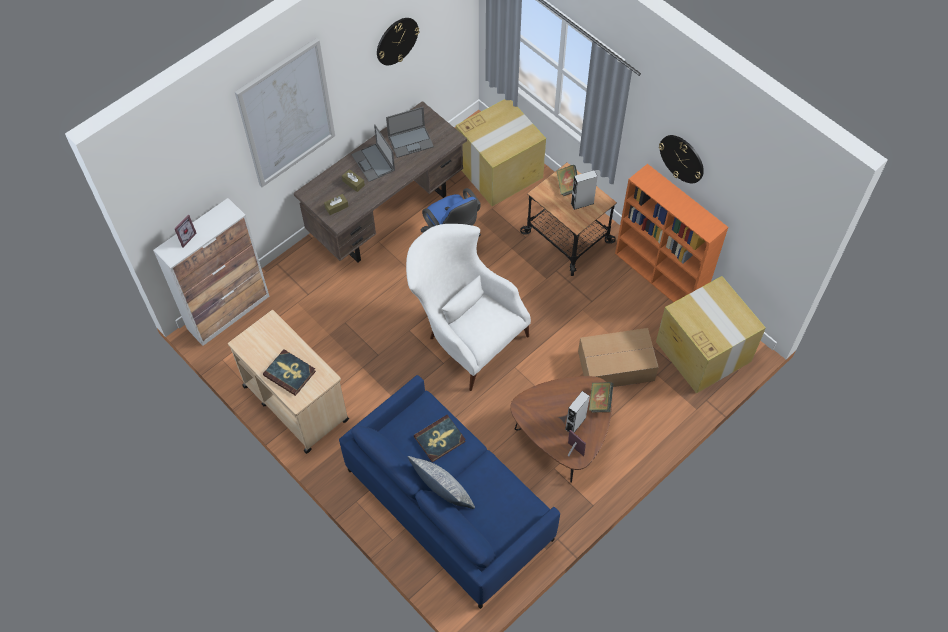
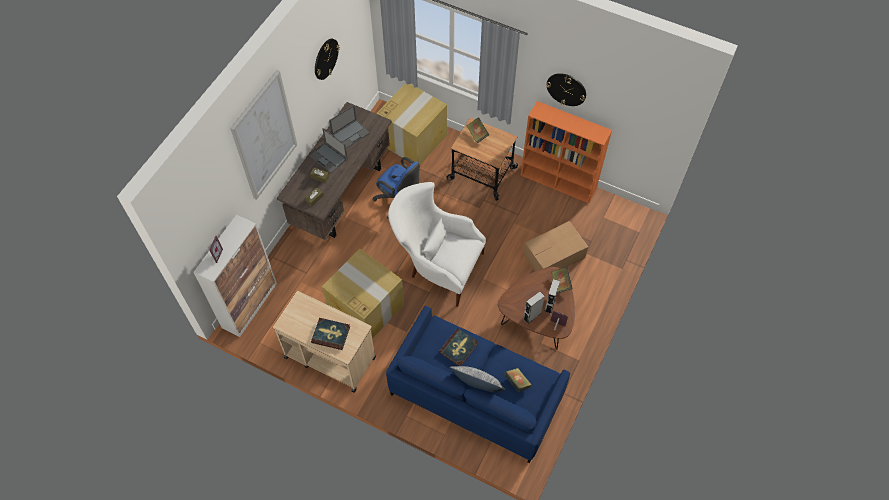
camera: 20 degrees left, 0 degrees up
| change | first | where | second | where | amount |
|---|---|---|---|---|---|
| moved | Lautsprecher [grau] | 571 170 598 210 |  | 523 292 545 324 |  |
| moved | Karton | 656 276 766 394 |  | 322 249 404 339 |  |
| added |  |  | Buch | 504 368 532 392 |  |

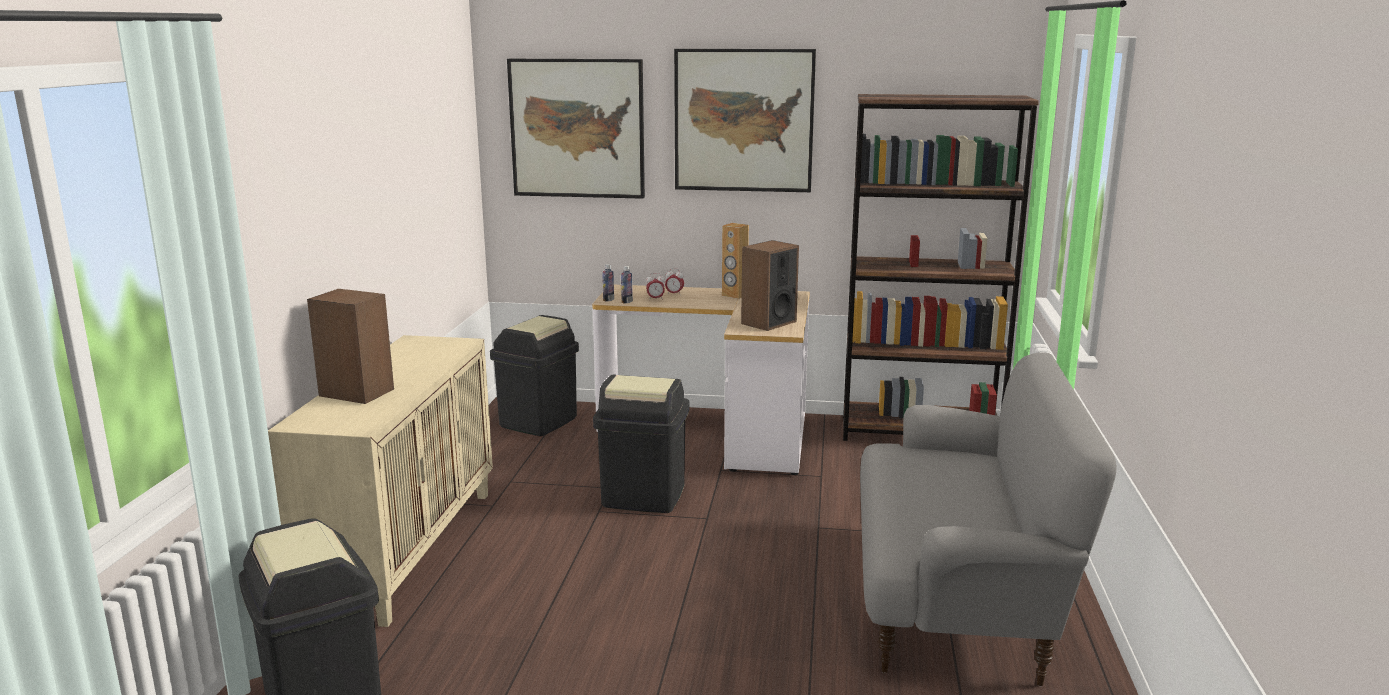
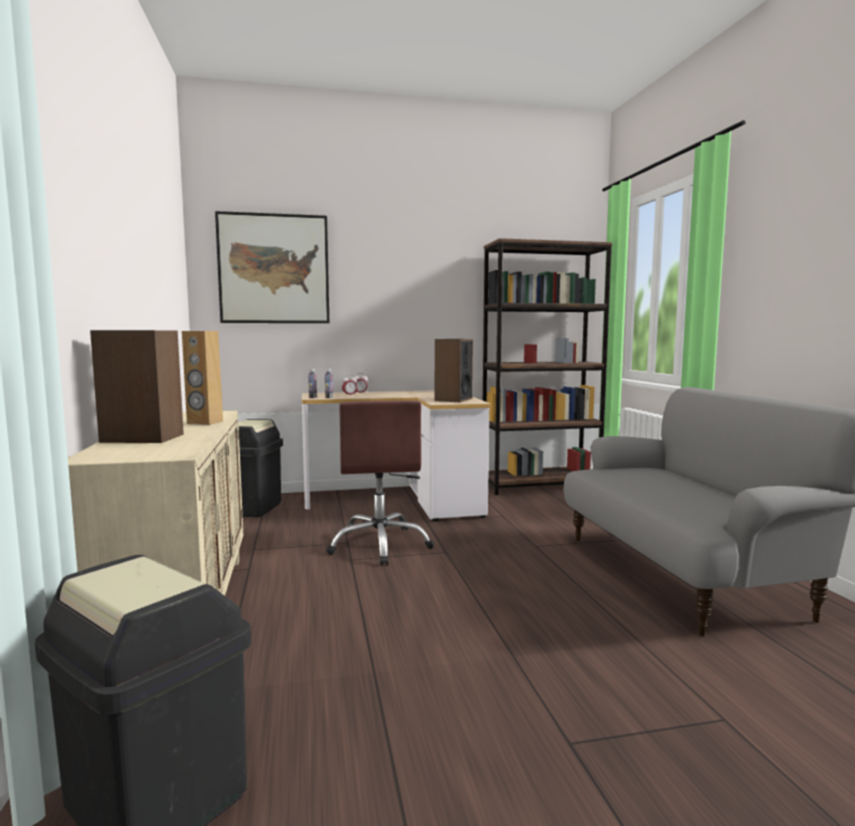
camera: 20 degrees left, 10 degrees down
| change | first | where | second | where | amount |
|---|---|---|---|---|---|
| replaced | Mülleimer [schwarz] | 593 375 690 513 | Bürostuhl [braun] | 326 401 435 565 |  |
| removed | Bild | 674 49 816 192 |  |  |  |
| moved | Lautsprecher [braun] | 722 223 749 299 |  | 182 331 223 425 |  |

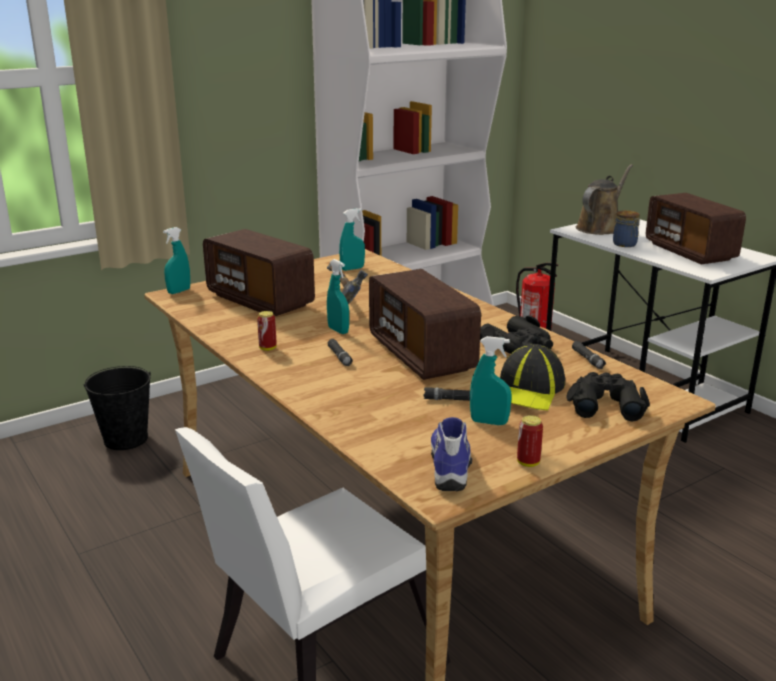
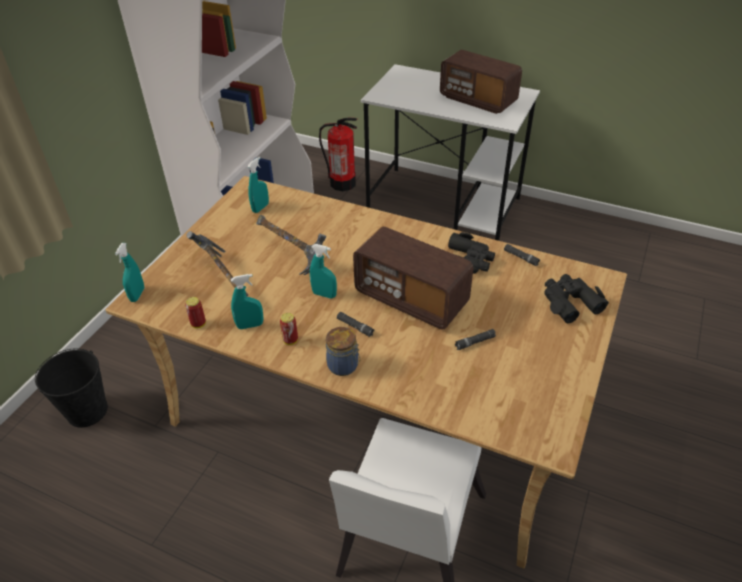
camera: 30 degrees left, 20 degrees up
| change | first | where | second | where | amount |
|---|---|---|---|---|---|
| replaced | Radio | 203 229 315 316 | Hammer | 187 231 249 297 |  |
| removed | Schuh | 431 417 472 491 |  |  |  |
| moved | Sprühflasche [türkis] | 470 336 512 425 |  | 231 274 263 329 |  |
| removed | Kappe | 500 344 565 411 |  |  |  |
| moved | Dose | 517 415 543 467 |  | 185 297 206 328 |  |
| removed | Gießkanne [braun] | 576 164 633 235 |  |  |  |
| moved | Vorratsglas | 613 210 640 247 |  | 326 327 360 376 |  |

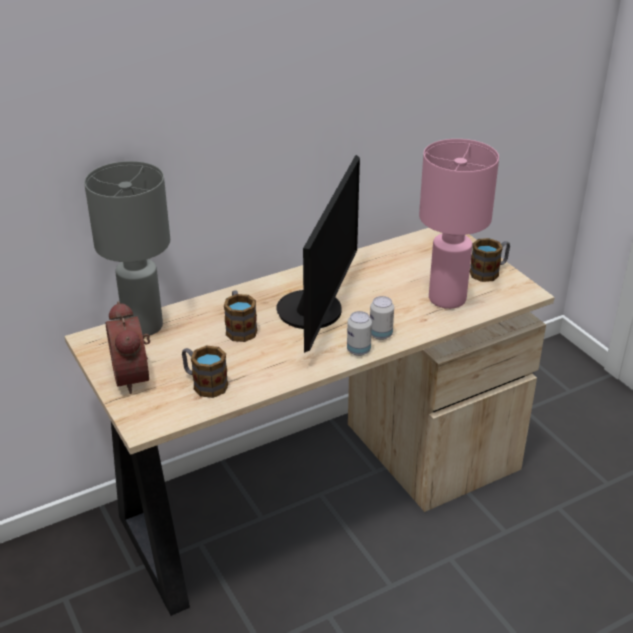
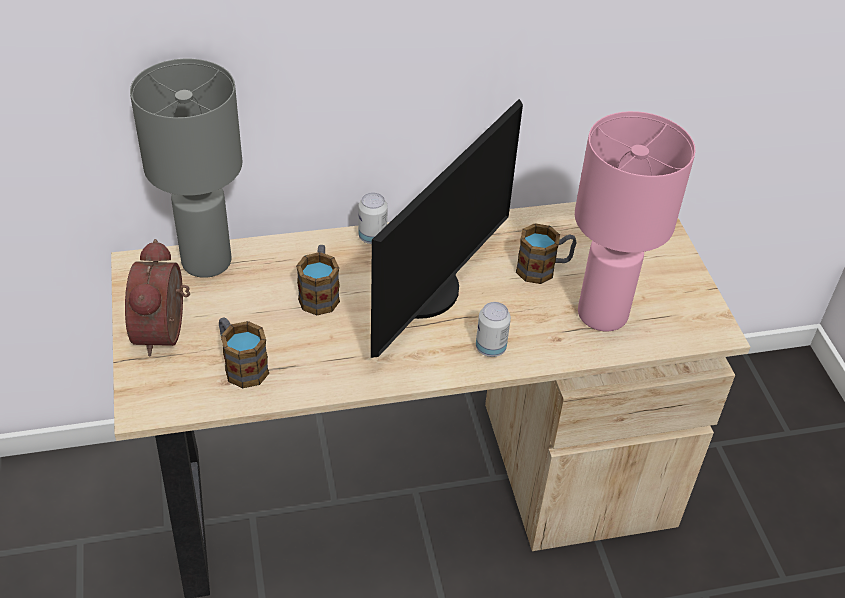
camera: 15 degrees right, 10 degrees up
| change | first | where | second | where | amount |
|---|---|---|---|---|---|
| moved | Dose | 347 311 372 356 |  | 359 193 388 244 |  |
| moved | Henkelbecher | 470 238 510 282 |  | 516 223 577 284 |  |

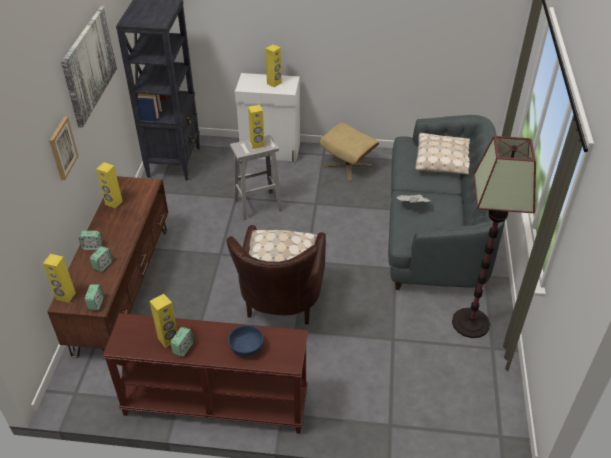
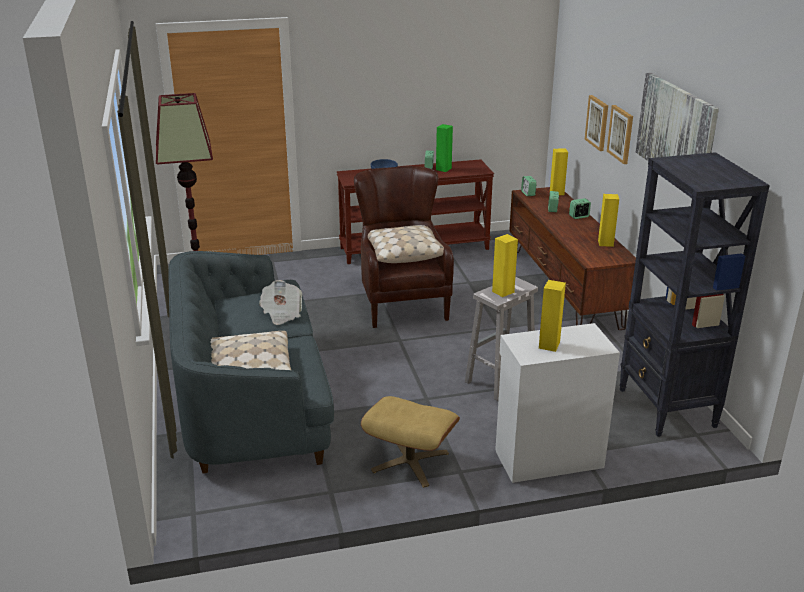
camera: 160 degrees right, 15 degrees down
| change | first | where | second | where | amount |
|---|---|---|---|---|---|
| recoloured | Lautsprecher [gelb] | 149 294 178 348 | Lautsprecher [grün] | 436 124 453 172 |  |
| added |  |  | Bild | 585 95 608 151 |  |

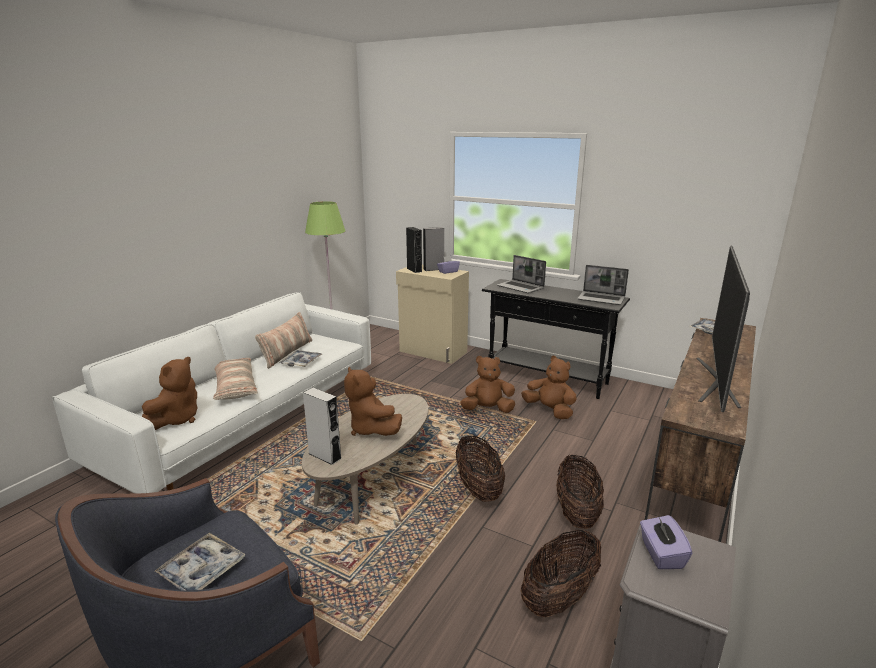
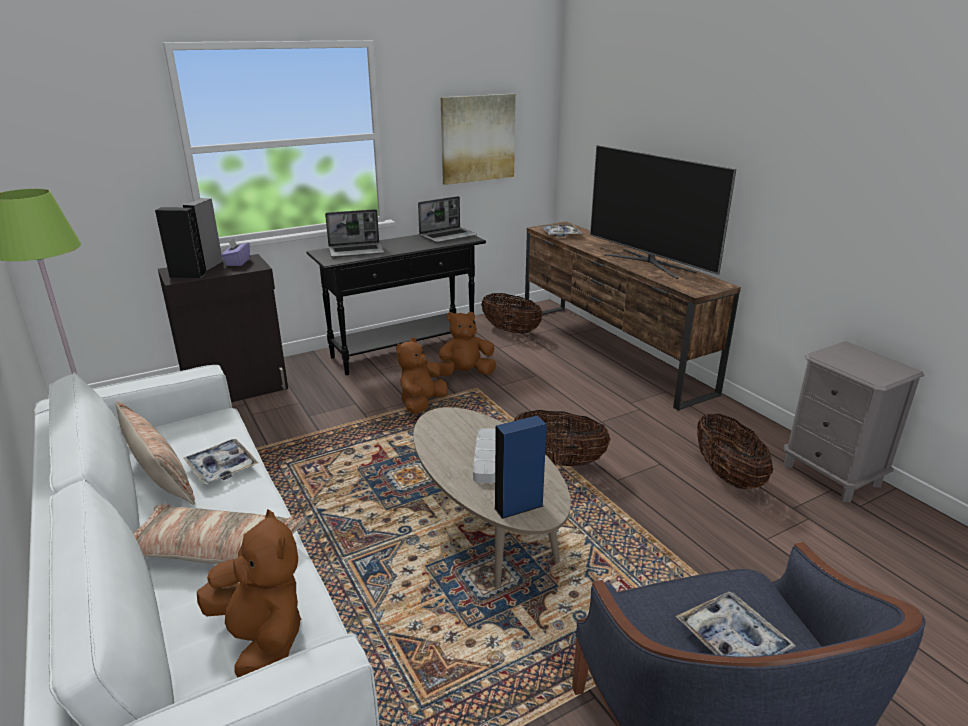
camera: 60 degrees left, 5 degrees up
| change | first | where | second | where | amount |
|---|---|---|---|---|---|
| recoloured | Lautsprecher [grau] | 303 388 342 465 | Lautsprecher [blau] | 494 415 547 519 |  |
| replaced | Plüschtier [braun] | 344 367 402 436 | Tablett [grau] | 473 428 496 483 |  |
| recoloured | Schrank [beige] | 396 265 469 364 | Schrank [schwarz] | 158 254 288 402 |  |
| moved | Korb | 556 454 604 529 |  | 481 293 543 334 |  |
| removed | Taschentuchbox [lila] | 640 515 692 569 |  |  |  |
| added |  |  | Bild | 441 94 516 185 |  |

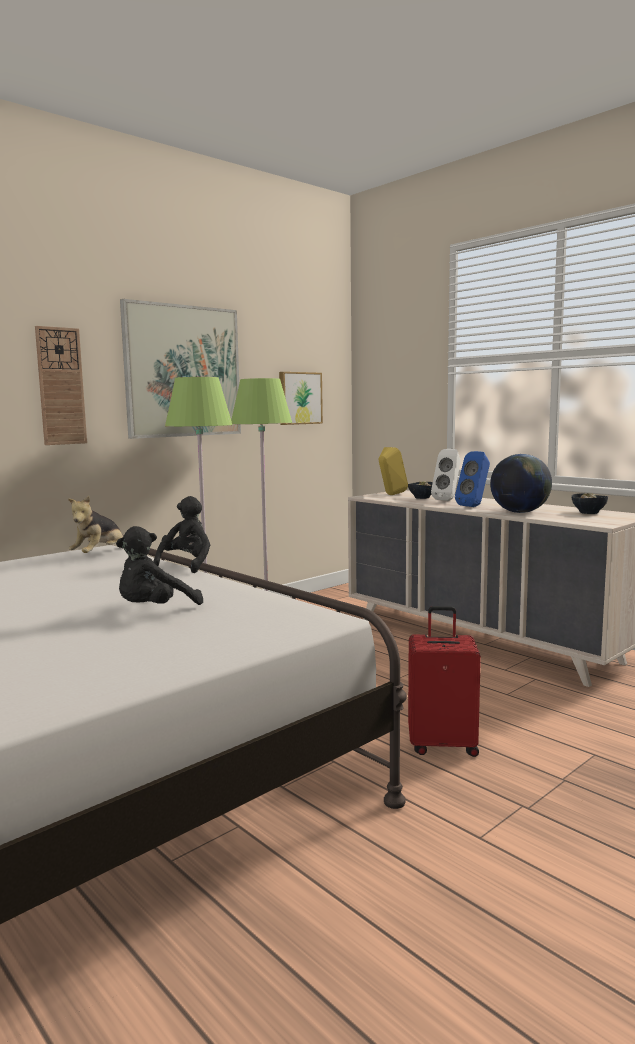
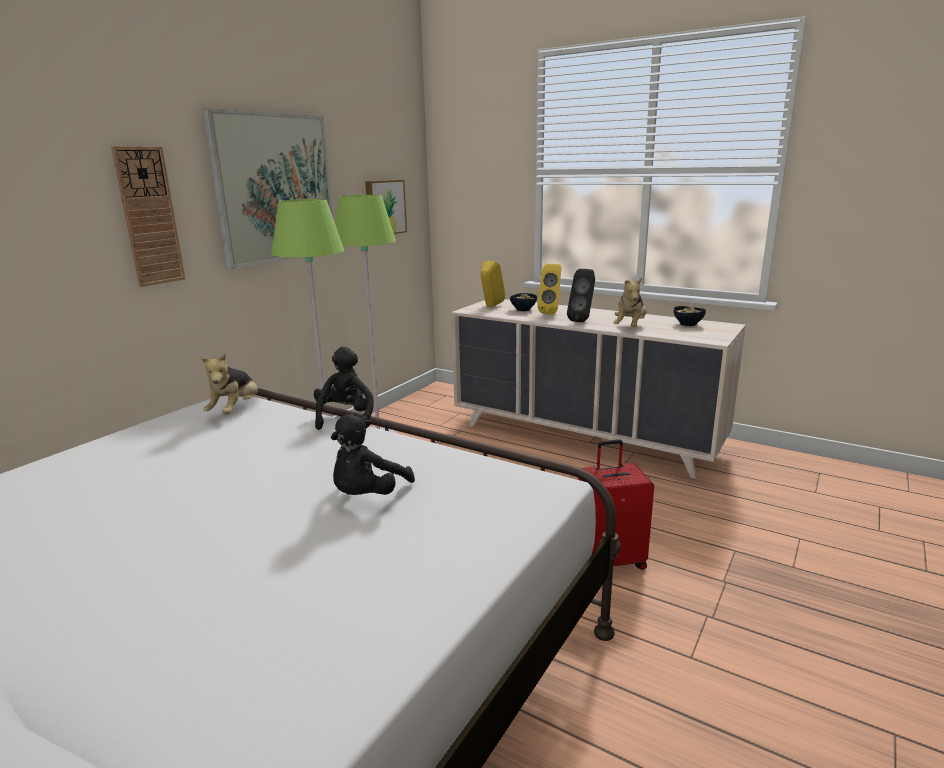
camera: 15 degrees left, 10 degrees up
| change | first | where | second | where | amount |
|---|---|---|---|---|---|
| recoloured | Lautsprecher [weiß] | 431 449 461 501 | Lautsprecher [gelb] | 537 264 561 314 |  |
| recoloured | Lautsprecher [blau] | 455 451 490 507 | Lautsprecher [schwarz] | 567 269 595 322 |  |
| replaced | Globus | 490 454 552 513 | Plüschtier | 614 278 647 327 |  |

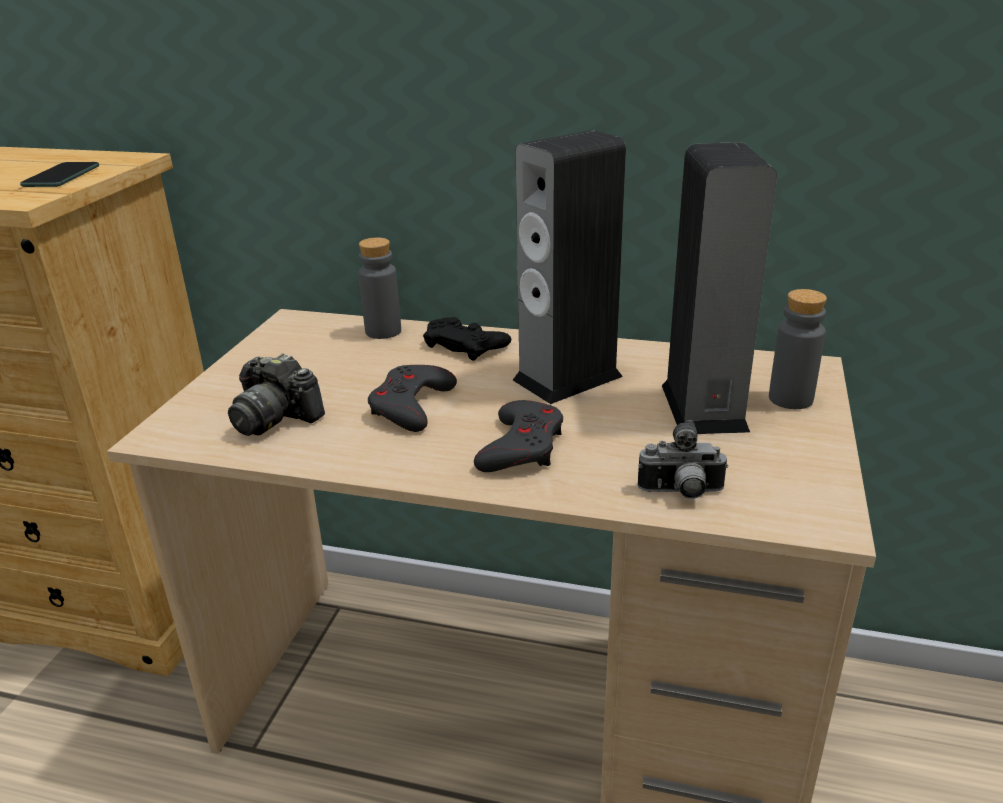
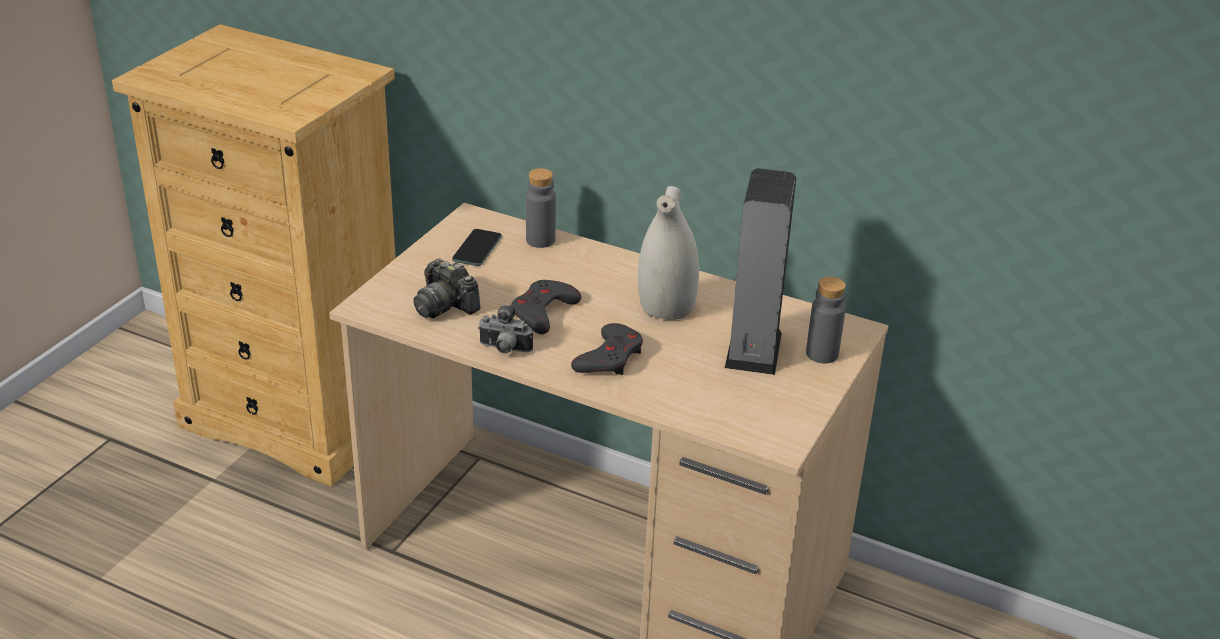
camera: 10 degrees right, 5 degrees up
| change | first | where | second | where | amount |
|---|---|---|---|---|---|
| moved | Handy | 20 162 99 187 |  | 452 229 502 266 |  |
| removed | Gamepad [schwarz] | 423 317 511 361 |  |  |  |
| replaced | Lautsprecher | 513 130 626 404 | Vase [weiß] | 638 186 699 320 |  |
| moved | Kamera | 638 420 728 499 |  | 478 304 533 354 |  |

